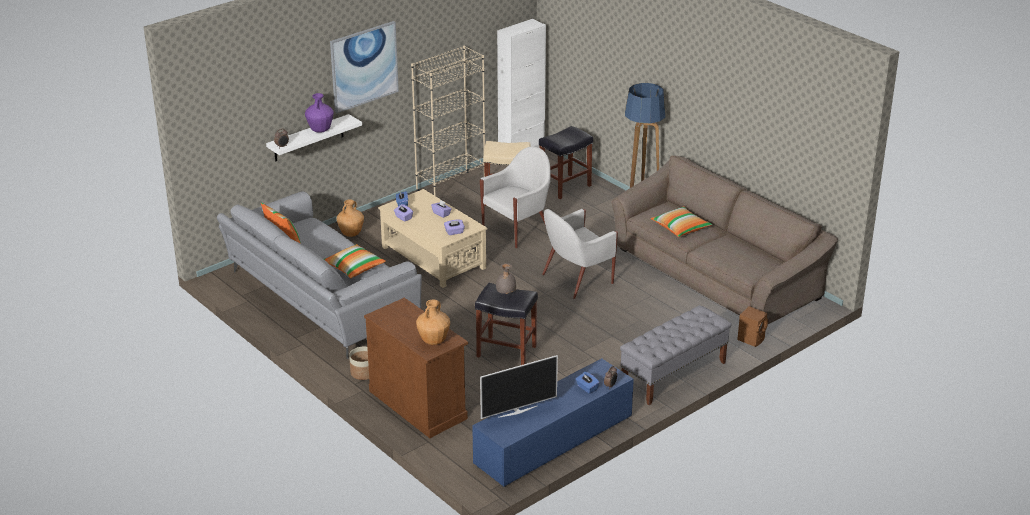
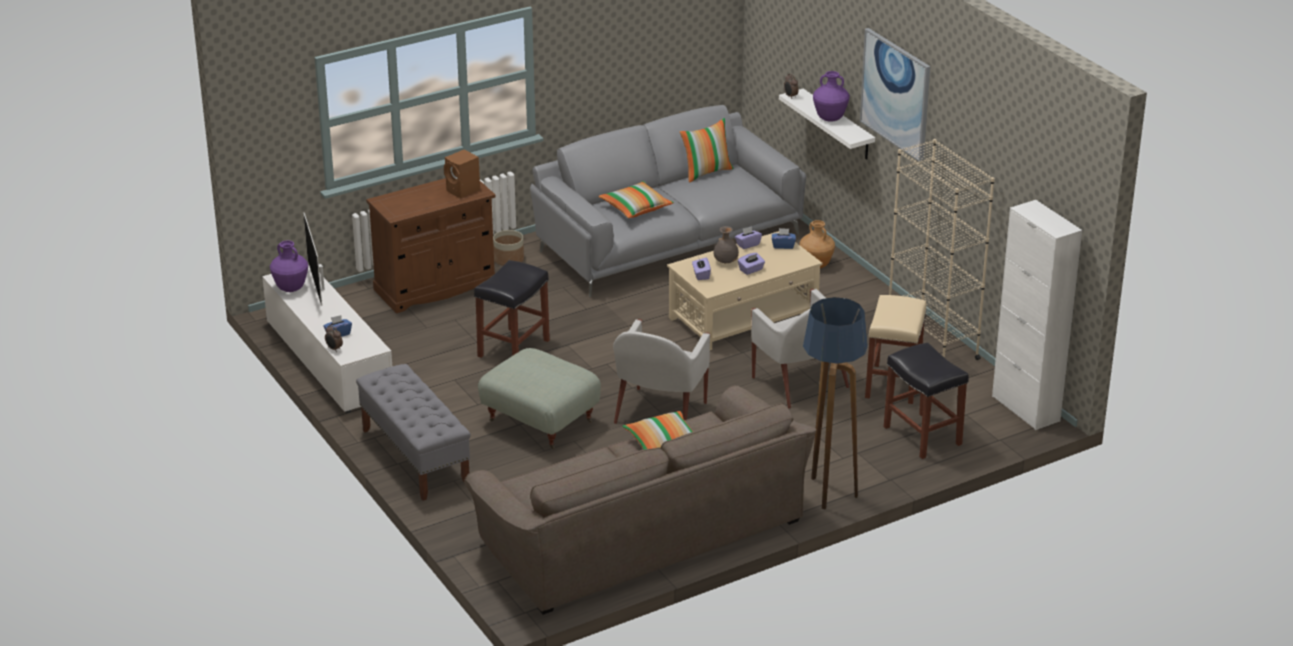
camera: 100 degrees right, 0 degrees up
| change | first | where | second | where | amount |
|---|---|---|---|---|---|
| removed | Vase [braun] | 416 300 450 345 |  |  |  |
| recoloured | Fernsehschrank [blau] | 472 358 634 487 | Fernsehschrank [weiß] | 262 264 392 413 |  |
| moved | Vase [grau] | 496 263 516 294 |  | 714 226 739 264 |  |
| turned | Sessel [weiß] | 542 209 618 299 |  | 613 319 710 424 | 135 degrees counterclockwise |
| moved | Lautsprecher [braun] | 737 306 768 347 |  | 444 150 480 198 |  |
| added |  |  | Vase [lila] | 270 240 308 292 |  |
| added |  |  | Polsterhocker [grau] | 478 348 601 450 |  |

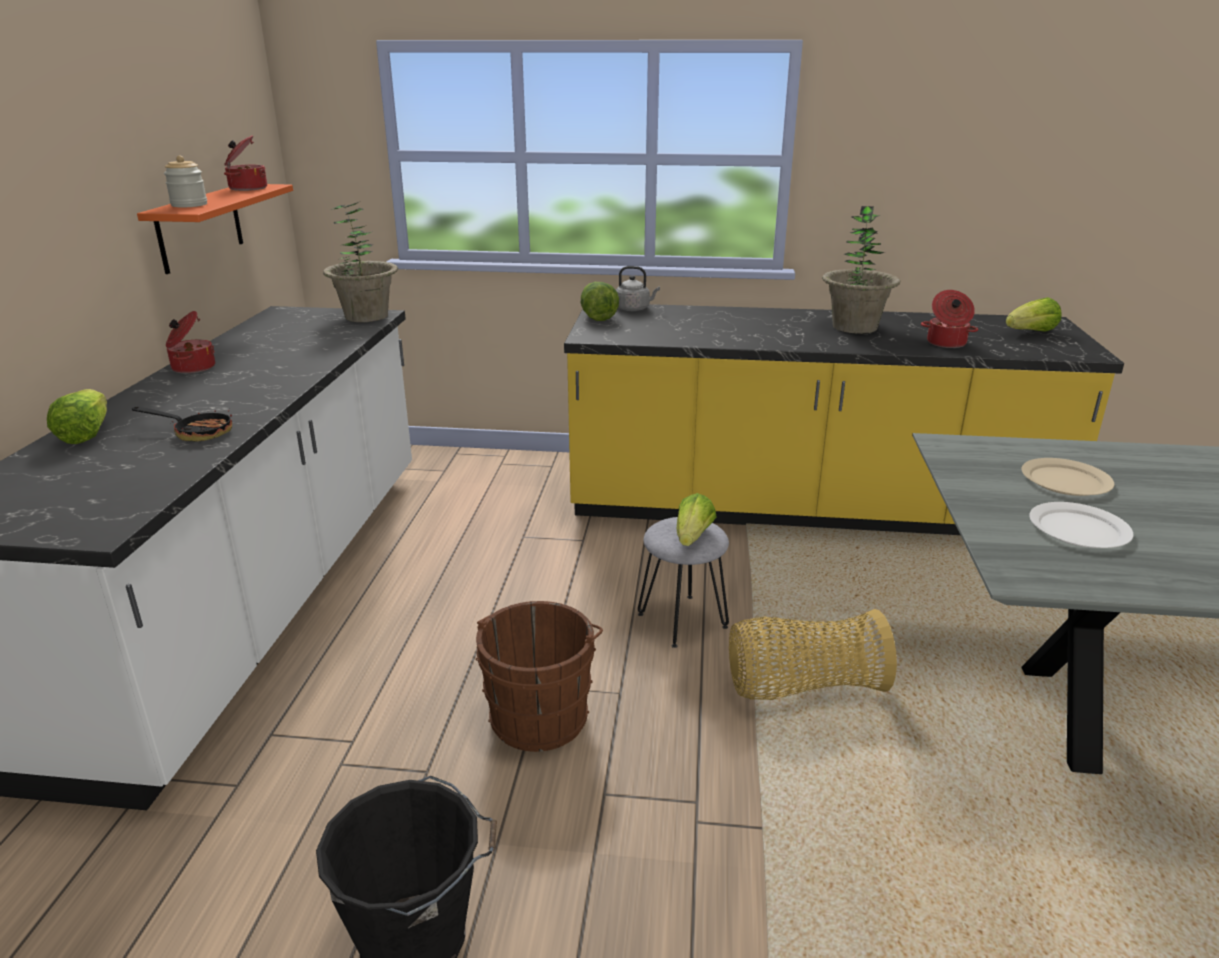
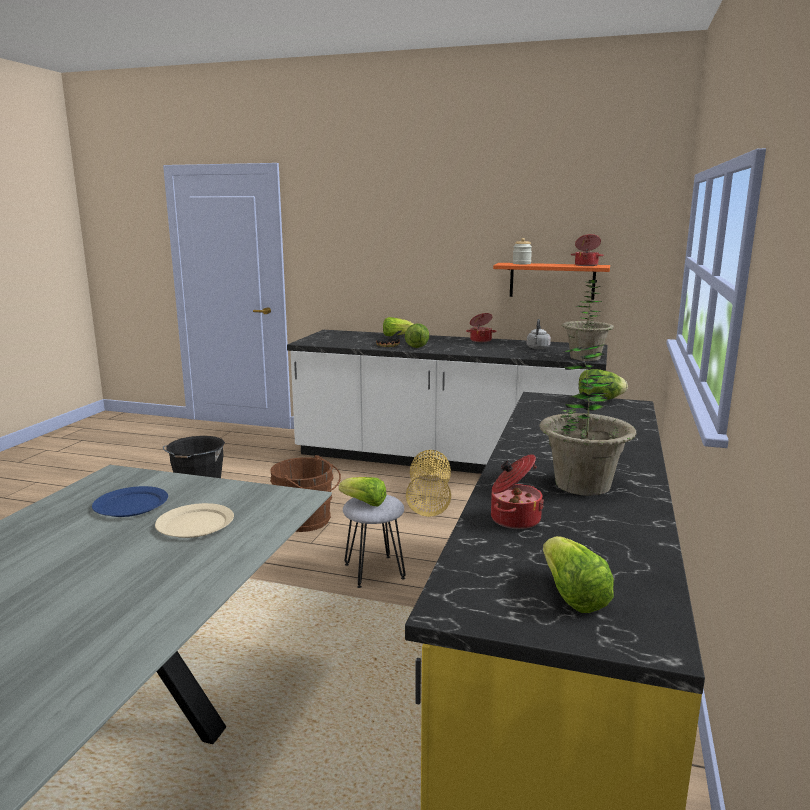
camera: 100 degrees right, 10 degrees down
| change | first | where | second | where | amount |
|---|---|---|---|---|---|
| moved | Wasserkessel [grau] | 616 266 660 311 |  | 527 319 551 349 |  |
| moved | Korb | 729 609 897 700 |  | 406 450 451 517 |  |
| recoloured | Teller [weiß] | 1029 502 1133 548 | Teller [blau] | 92 486 168 517 |  |
| added |  |  | Salatkopf | 405 323 429 348 |  |

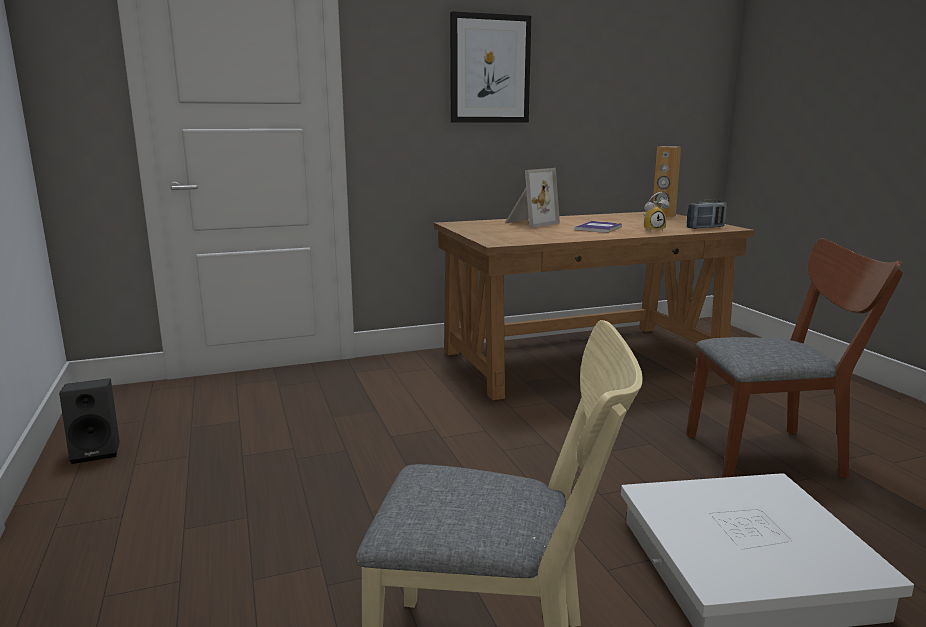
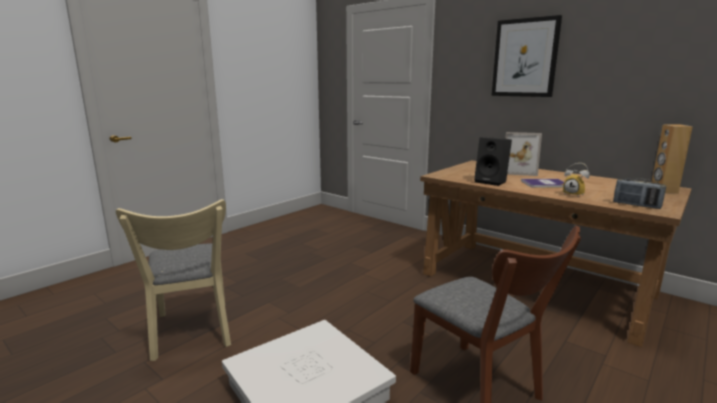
camera: 60 degrees right, 0 degrees up
| change | first | where | second | where | amount |
|---|---|---|---|---|---|
| moved | Lautsprecher [schwarz] | 59 378 120 464 |  | 474 137 512 186 |  |

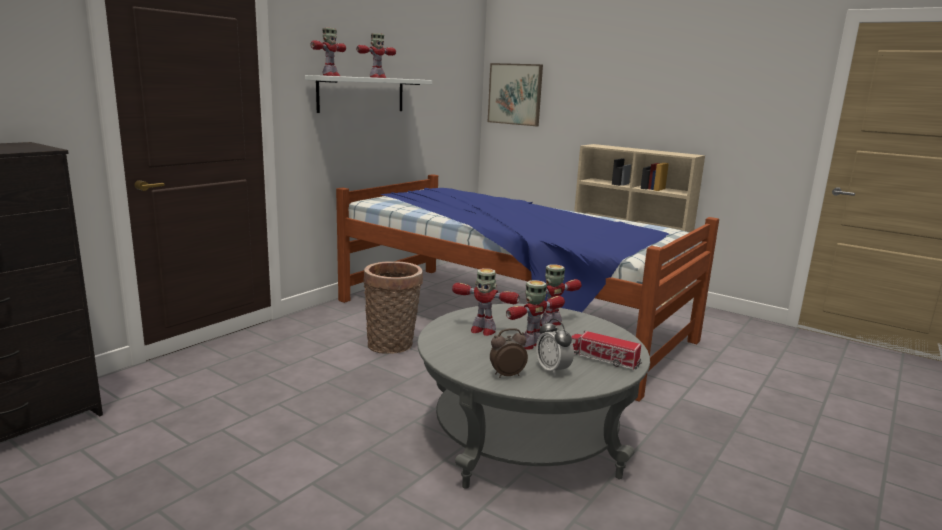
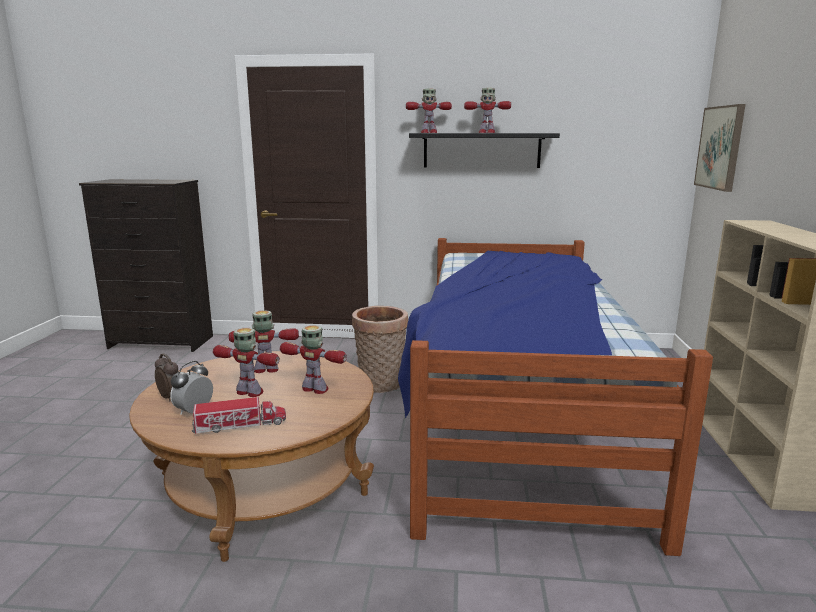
camera: 60 degrees right, 0 degrees up
| change | first | where | second | where | amount |
|---|---|---|---|---|---|
| recoloured | Wandregal [weiß] | 305 75 432 113 | Wandregal [schwarz] | 409 133 560 168 |  |
| recoloured | Couchtisch [grau] | 417 304 650 489 | Couchtisch [braun] | 129 351 374 562 |  |
| turned | Spielzeugroboter | 452 268 520 336 |  | 229 310 299 373 | 90 degrees clockwise |
| turned | Spielzeuglaster | 571 330 642 370 |  | 192 397 286 433 | 75 degrees clockwise |

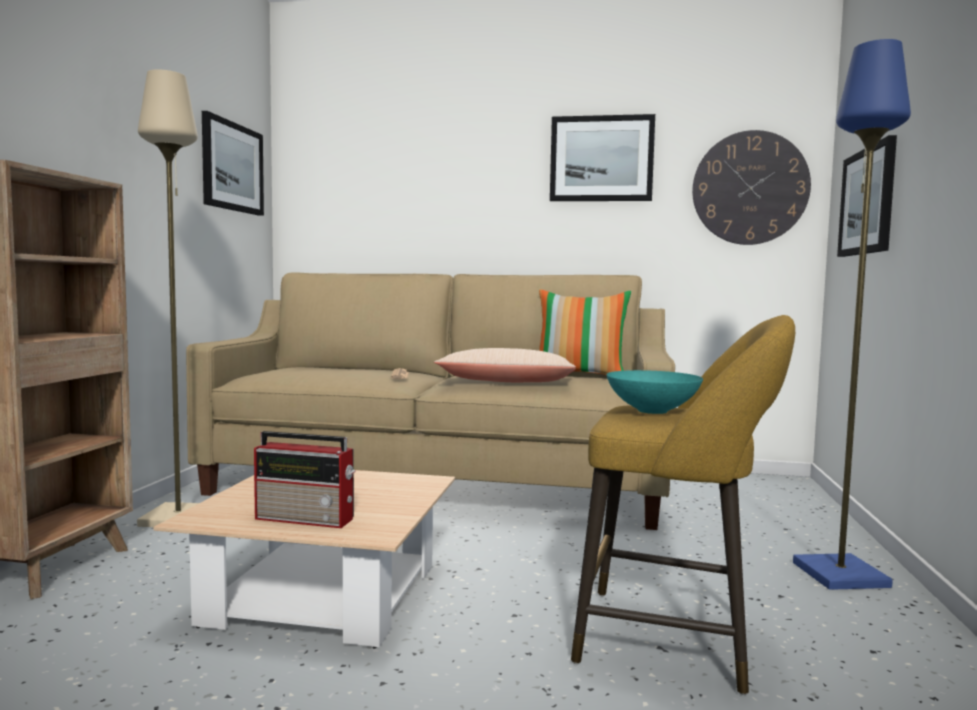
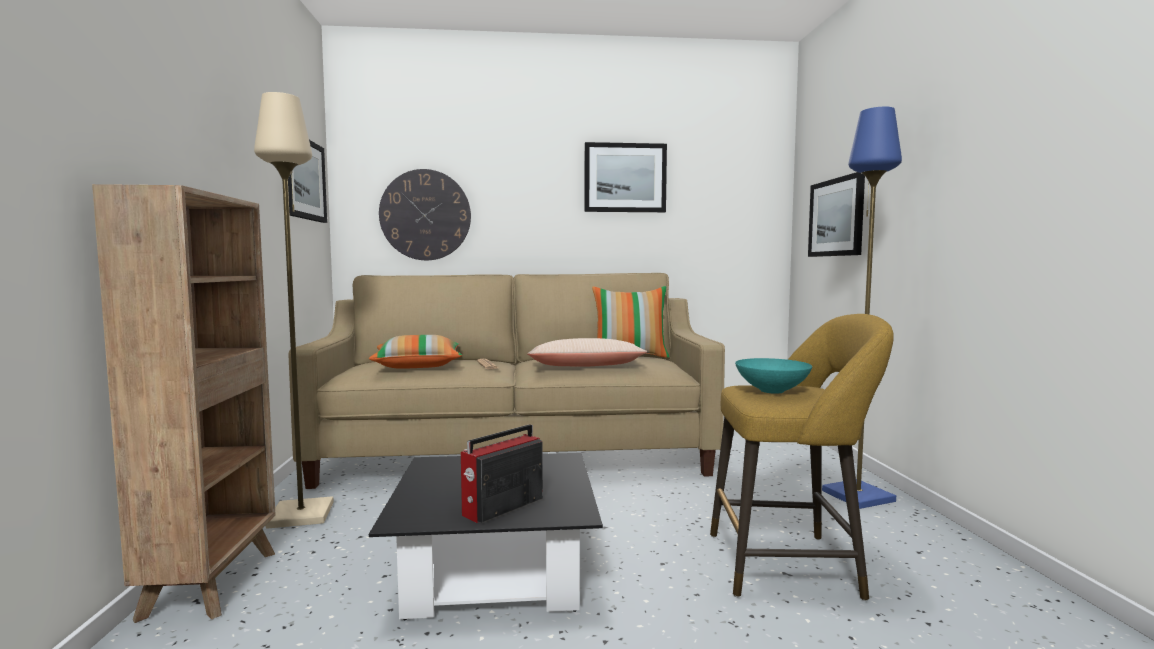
camera: 15 degrees left, 0 degrees up
| change | first | where | second | where | amount |
|---|---|---|---|---|---|
| recoloured | Couchtisch [beige] | 153 470 455 648 | Couchtisch [schwarz] | 369 453 603 621 |  |
| turned | Radio | 254 431 356 528 |  | 461 424 543 523 | 135 degrees clockwise |
| moved | Wanduhr | 692 130 811 245 |  | 379 169 471 260 |  |
| added |  |  | Kissen | 369 335 462 369 |  |

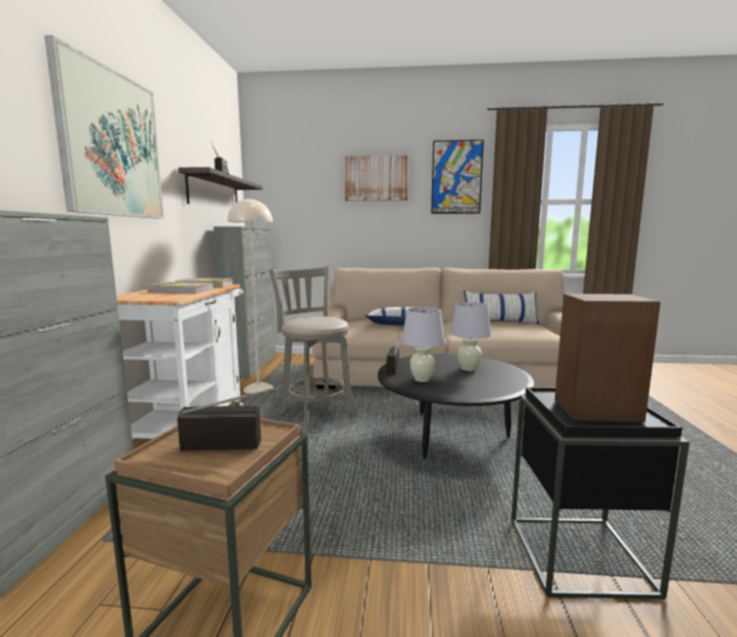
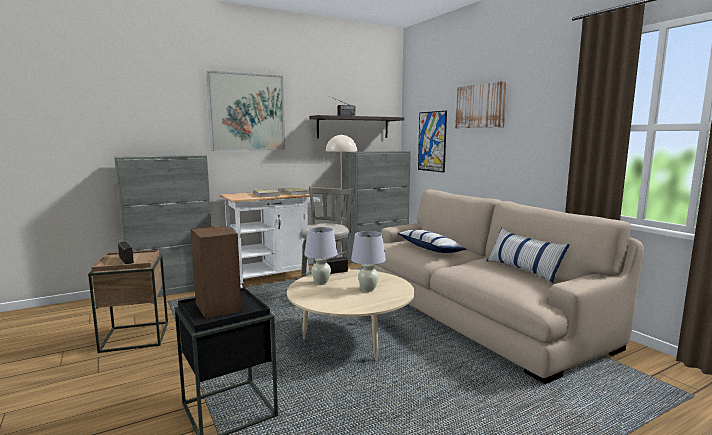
camera: 55 degrees right, 0 degrees up
| change | first | where | second | where | amount |
|---|---|---|---|---|---|
| recoloured | Couchtisch [schwarz] | 378 354 534 459 | Couchtisch [beige] | 287 270 415 361 |  |
| moved | Bild | 431 140 484 214 |  | 418 111 447 173 |  |

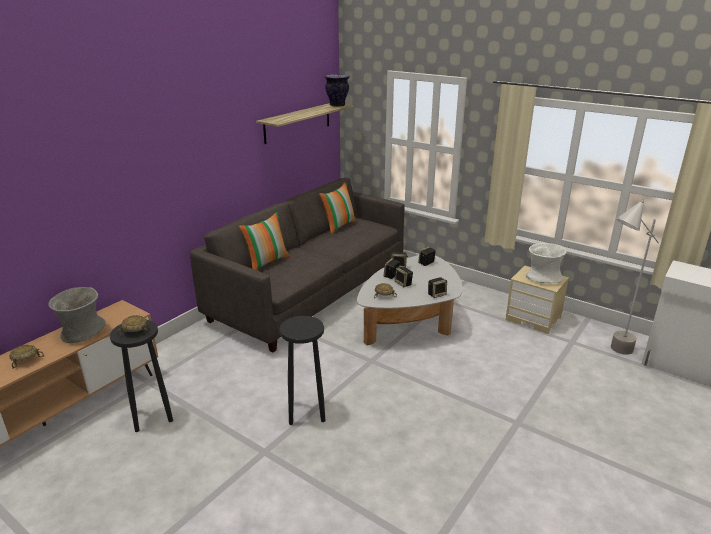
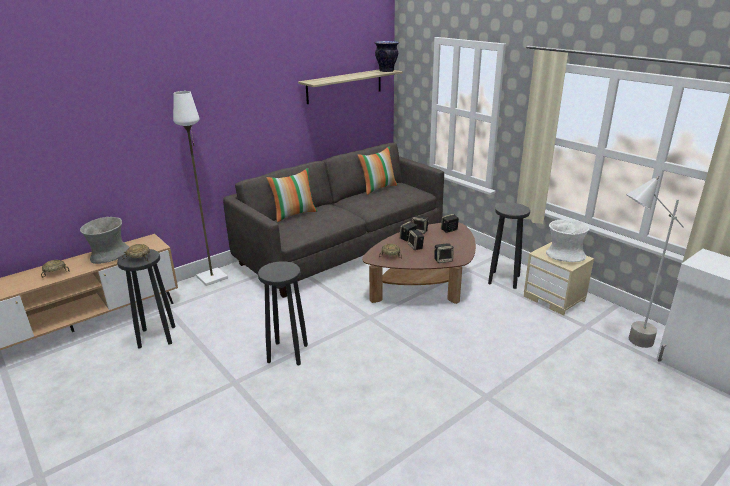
camera: 15 degrees right, 0 degrees up
| change | first | where | second | where | amount |
|---|---|---|---|---|---|
| recoloured | Couchtisch [weiß] | 357 255 463 346 | Couchtisch [braun] | 362 222 476 304 |  |
| added |  |  | Stehlampe [weiß] | 173 91 228 286 |  |
| added |  |  | Hocker [schwarz] | 488 203 530 289 |  |

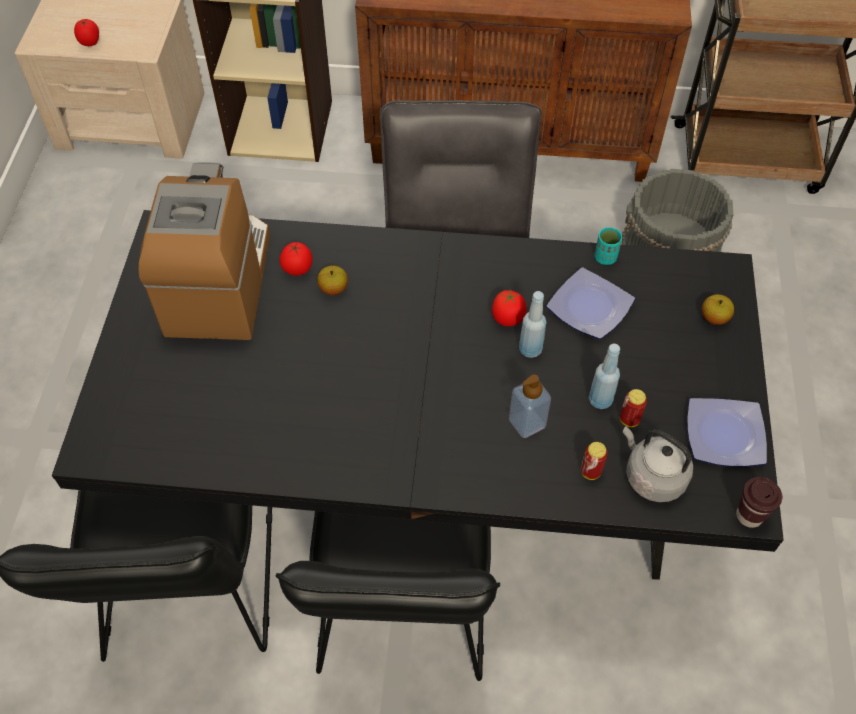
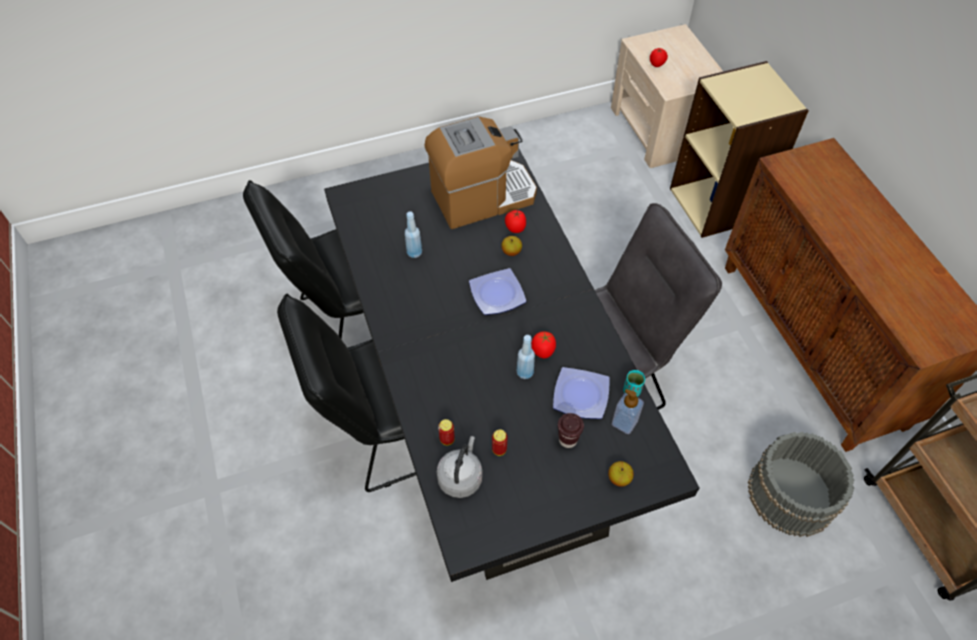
camera: 65 degrees right, 0 degrees up
| change | first | where | second | where | amount |
|---|---|---|---|---|---|
| moved | Seifenspender | 509 374 551 438 |  | 612 389 644 434 |  |
| moved | Flasche [blau] | 589 344 620 409 |  | 405 211 422 258 |  |
| moved | Teller | 687 398 767 467 |  | 469 268 526 315 |  |
| moved | Tasse [braun] | 736 477 782 528 |  | 558 413 584 448 |  |

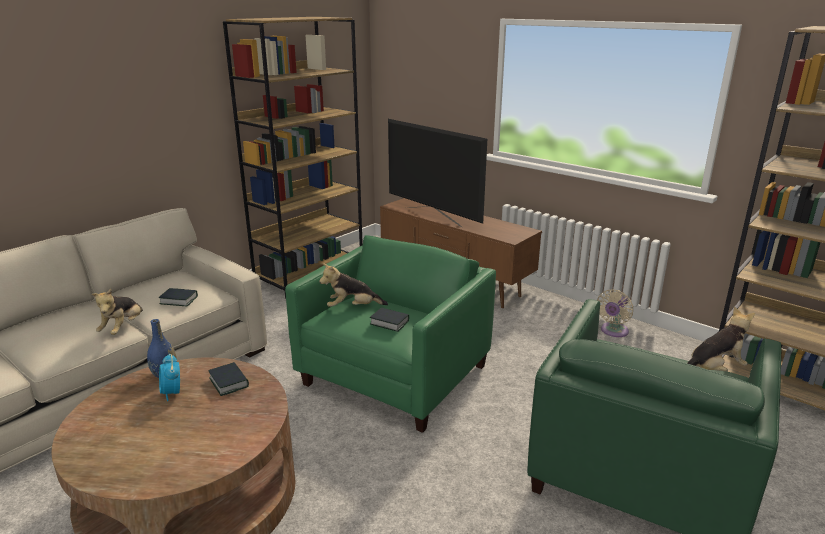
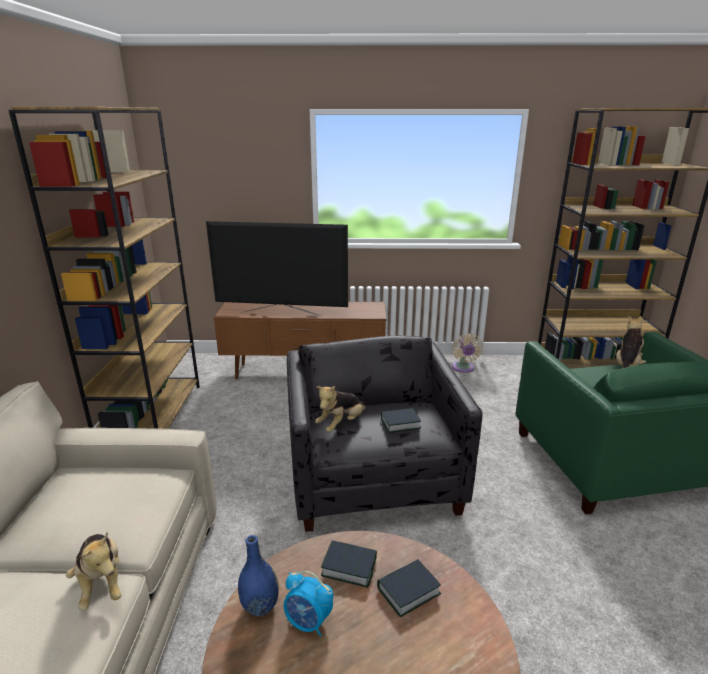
camera: 40 degrees left, 0 degrees up
| change | first | where | second | where | amount |
|---|---|---|---|---|---|
| moved | Buch | 158 288 198 306 |  | 377 559 441 617 |  |
| recoloured | Sessel [grün] | 285 235 496 433 | Sessel [grau] | 287 335 483 532 |  |

